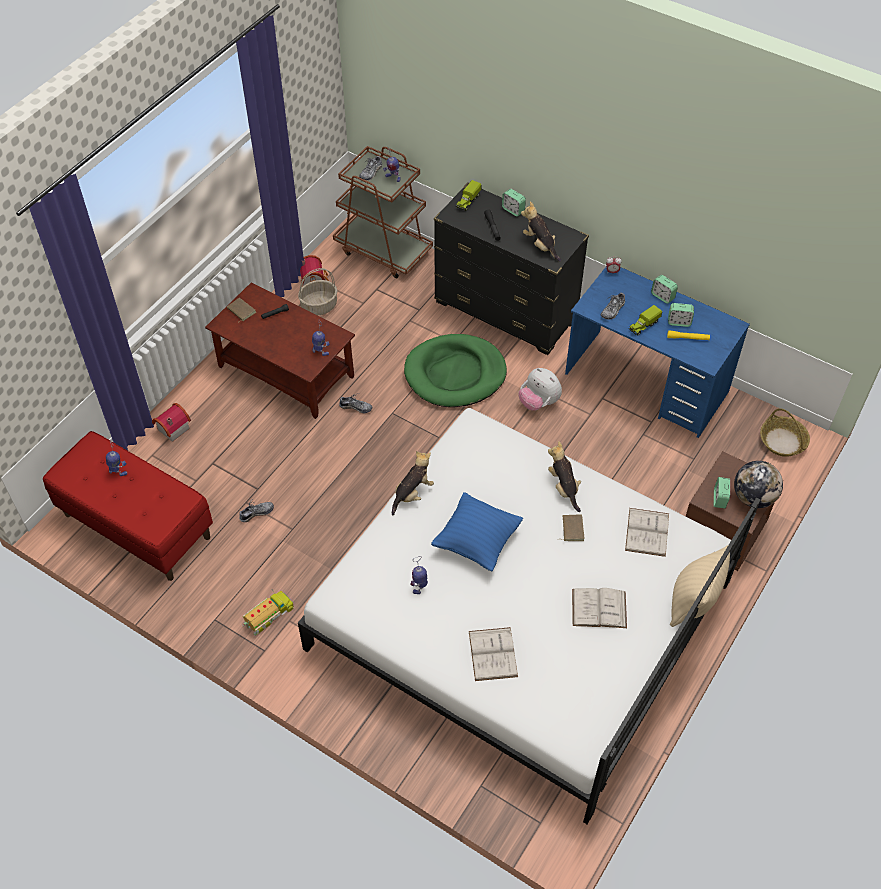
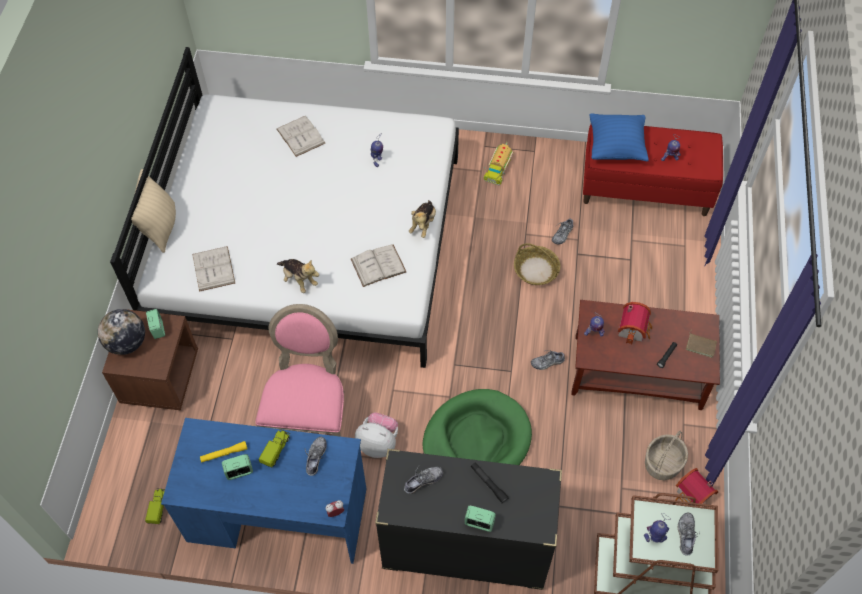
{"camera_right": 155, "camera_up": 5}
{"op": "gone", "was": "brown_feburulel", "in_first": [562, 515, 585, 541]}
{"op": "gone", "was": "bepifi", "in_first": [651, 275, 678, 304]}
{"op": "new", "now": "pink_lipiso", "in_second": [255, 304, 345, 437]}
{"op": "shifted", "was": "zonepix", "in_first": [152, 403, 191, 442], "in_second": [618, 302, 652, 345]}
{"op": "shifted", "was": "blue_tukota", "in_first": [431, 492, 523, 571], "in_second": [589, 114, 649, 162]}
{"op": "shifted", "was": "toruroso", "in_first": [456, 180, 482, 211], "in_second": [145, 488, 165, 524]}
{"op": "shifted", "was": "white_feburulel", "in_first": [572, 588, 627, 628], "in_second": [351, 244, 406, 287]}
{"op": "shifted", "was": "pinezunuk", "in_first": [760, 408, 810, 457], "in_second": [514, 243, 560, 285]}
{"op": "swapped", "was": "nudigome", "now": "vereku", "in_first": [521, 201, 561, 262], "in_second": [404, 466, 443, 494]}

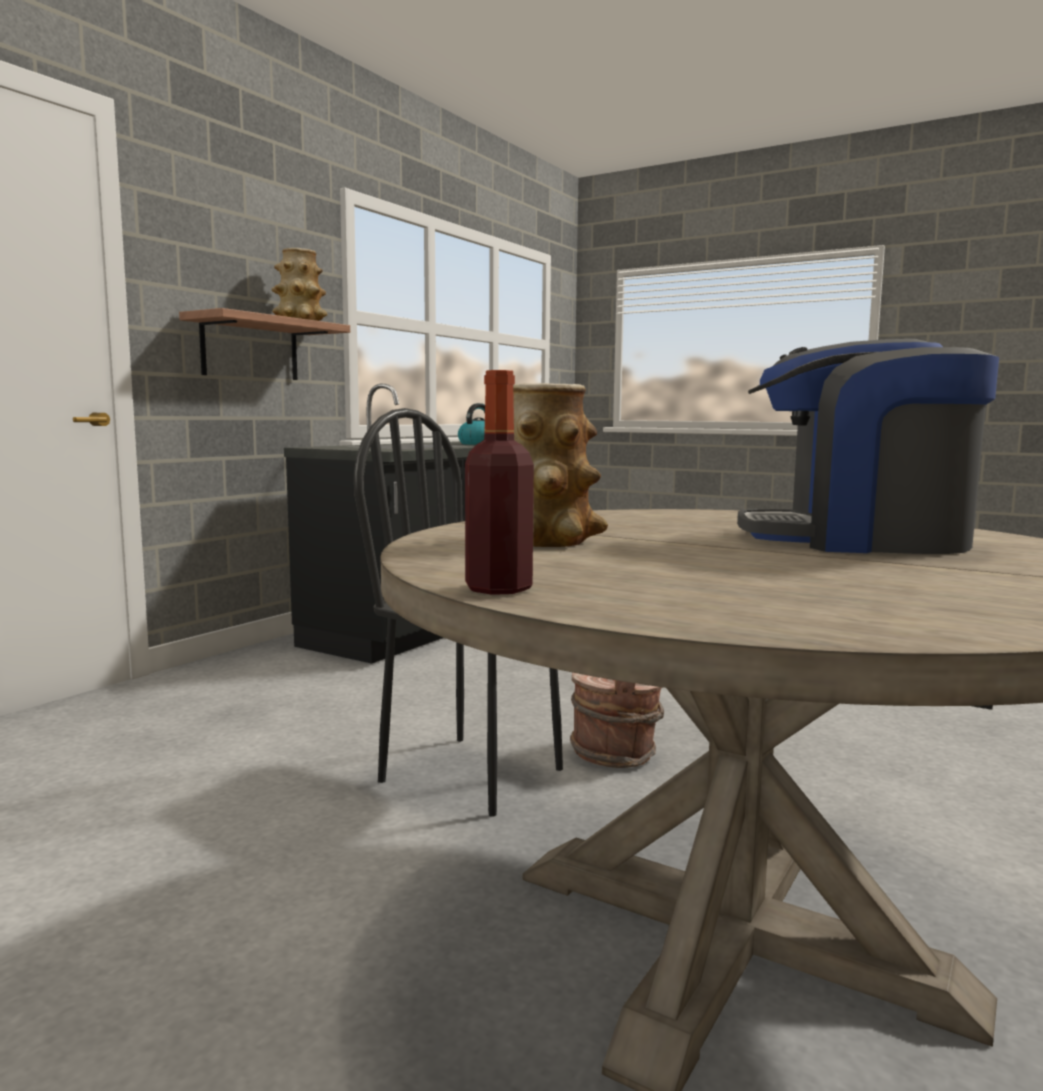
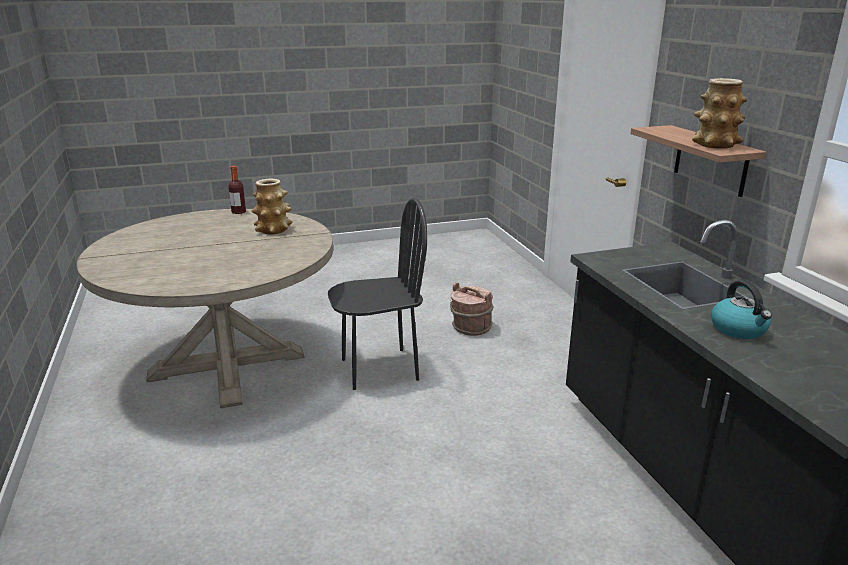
{"camera_right": 130, "camera_up": 15}
{"op": "gone", "was": "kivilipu", "in_first": [737, 339, 999, 554]}
{"op": "shifted", "was": "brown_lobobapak", "in_first": [570, 673, 664, 768], "in_second": [450, 282, 493, 336]}

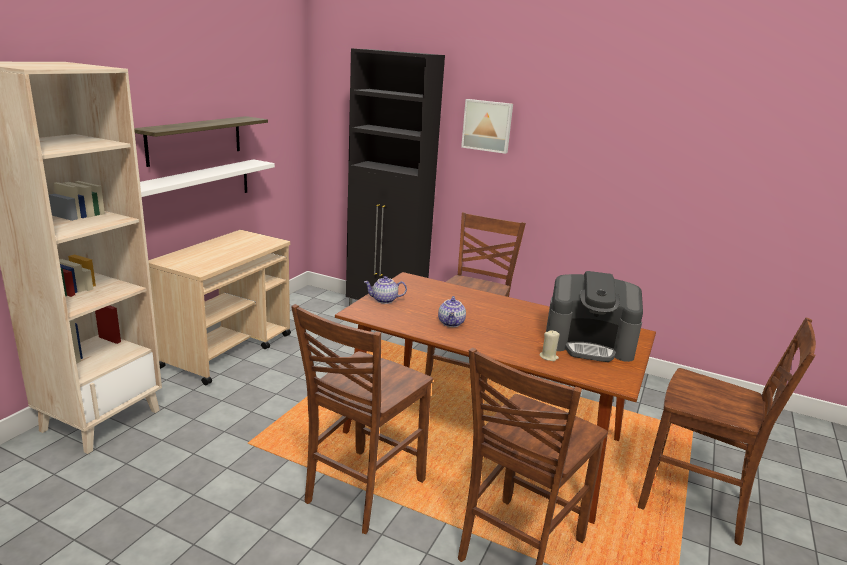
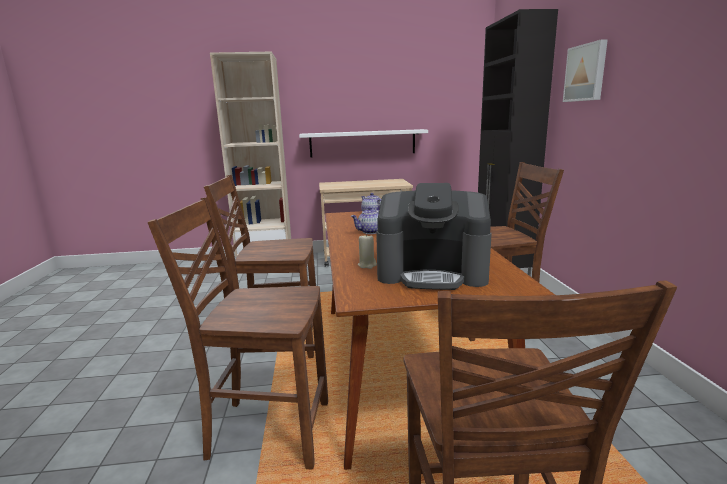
{"camera_right": 60, "camera_up": -5}
{"op": "gone", "was": "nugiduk", "in_first": [134, 116, 268, 167]}
{"op": "rotated", "was": "kivilipu", "in_first": [546, 271, 643, 362], "in_second": [376, 183, 492, 290], "clockwise": -60}

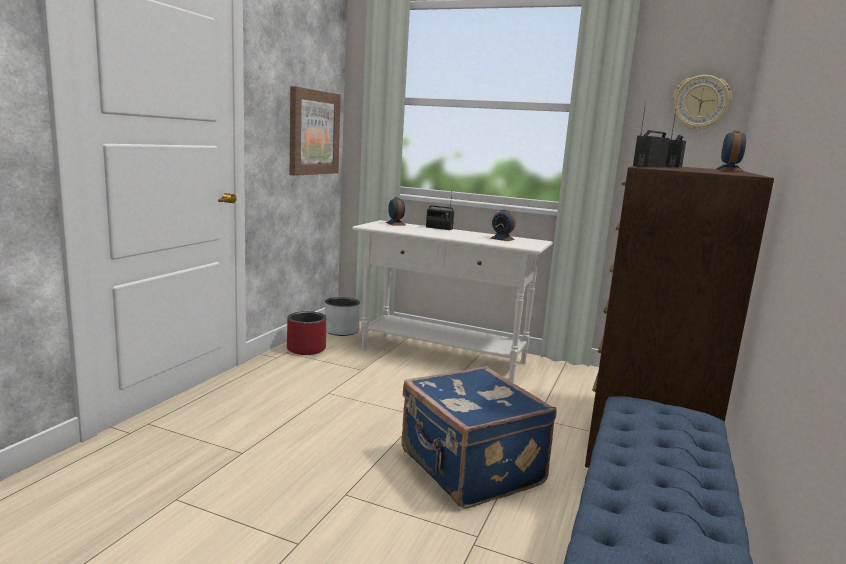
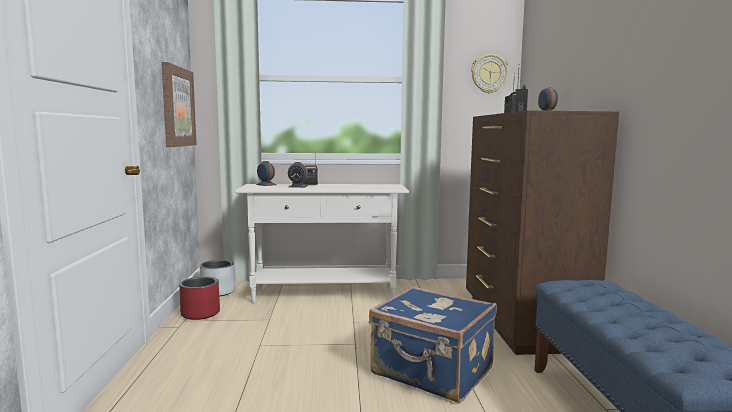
{"camera_right": -25, "camera_up": -5}
{"op": "shifted", "was": "bepifi", "in_first": [490, 210, 516, 241], "in_second": [288, 162, 308, 188]}

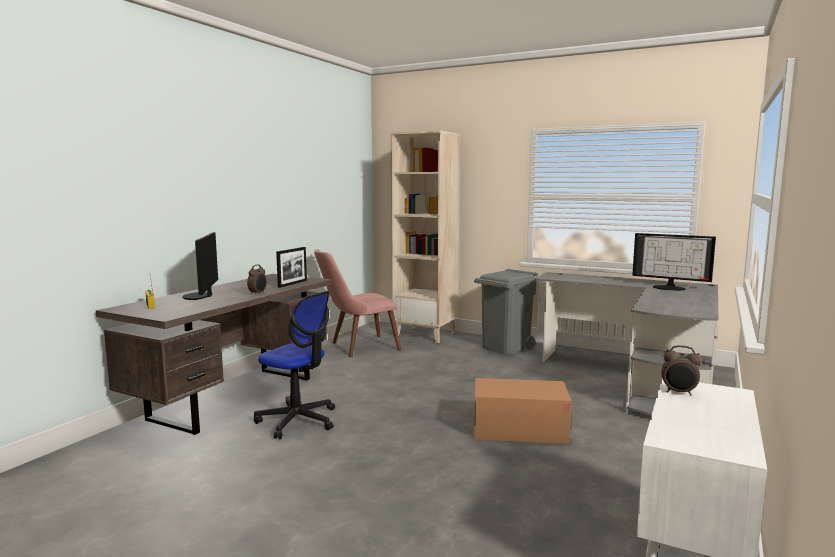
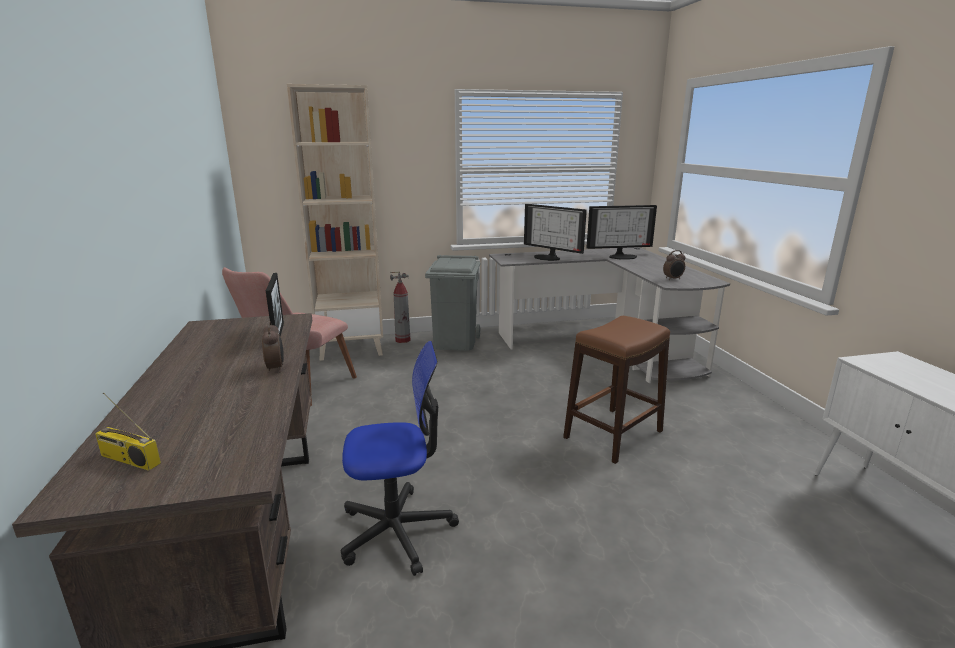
{"camera_right": -40, "camera_up": 10}
{"op": "new", "now": "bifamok", "in_second": [390, 272, 411, 343]}
{"op": "shifted", "was": "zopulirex", "in_first": [182, 232, 218, 300], "in_second": [524, 204, 587, 261]}
{"op": "shifted", "was": "bepifi", "in_first": [661, 345, 702, 396], "in_second": [663, 250, 686, 280]}
{"op": "swapped", "was": "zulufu", "now": "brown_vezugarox", "in_first": [474, 378, 572, 444], "in_second": [563, 316, 670, 464]}

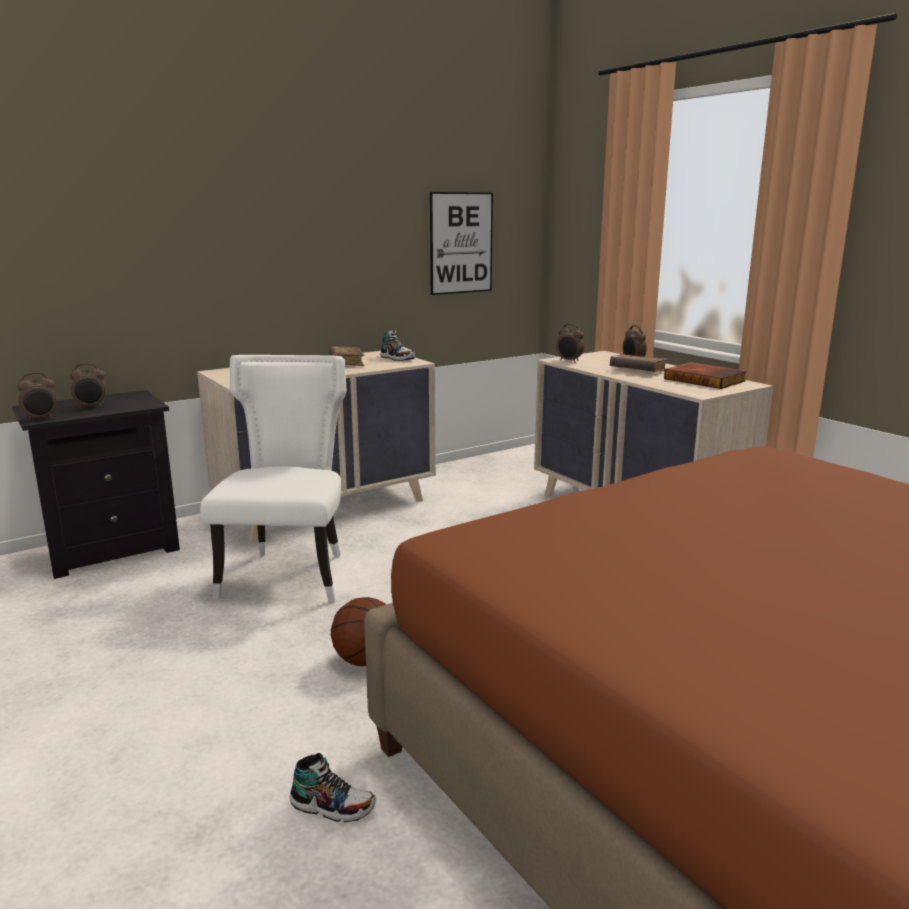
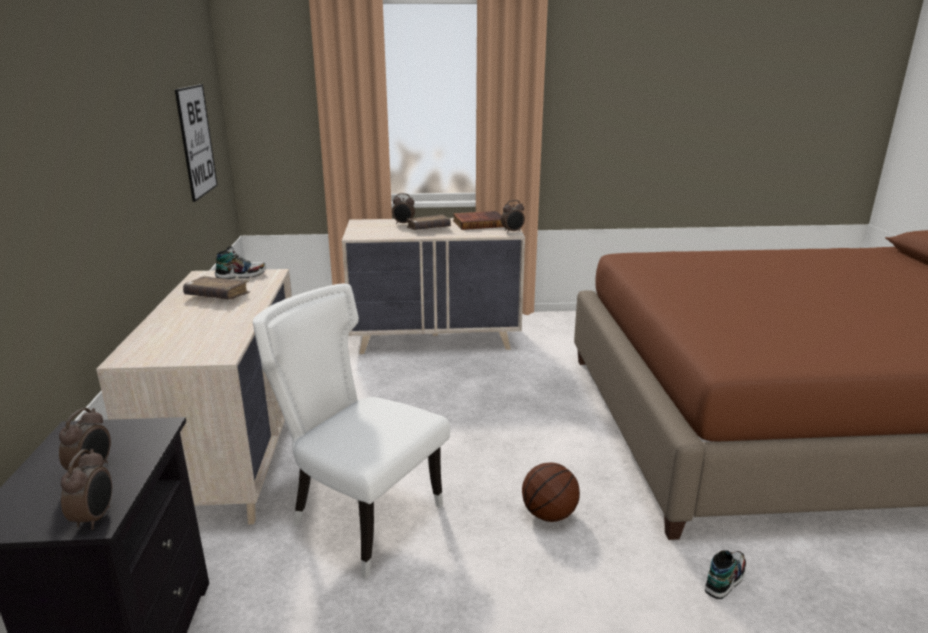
{"camera_right": -60, "camera_up": 5}
{"op": "shifted", "was": "bepifi", "in_first": [556, 324, 584, 362], "in_second": [501, 200, 525, 233]}

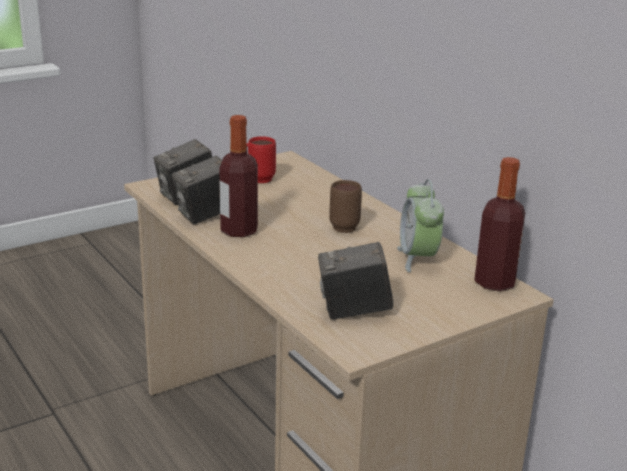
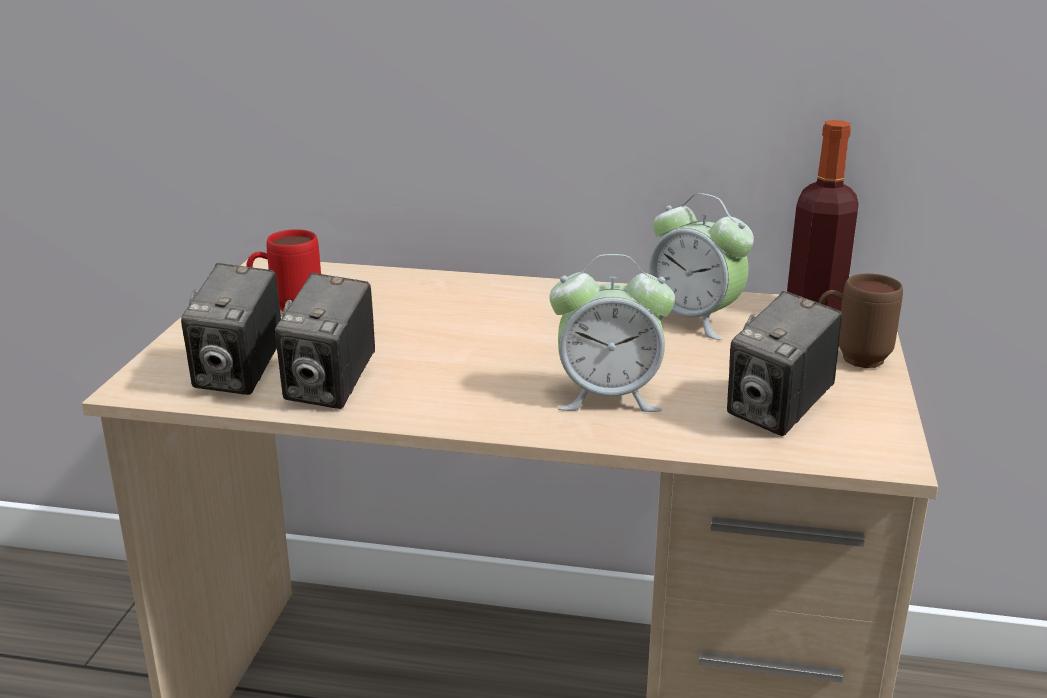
{"camera_right": -45, "camera_up": 0}
{"op": "gone", "was": "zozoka", "in_first": [219, 115, 258, 237]}
{"op": "new", "now": "bepifi", "in_second": [549, 254, 675, 412]}
{"op": "shifted", "was": "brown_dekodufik", "in_first": [329, 180, 362, 233], "in_second": [818, 273, 903, 368]}

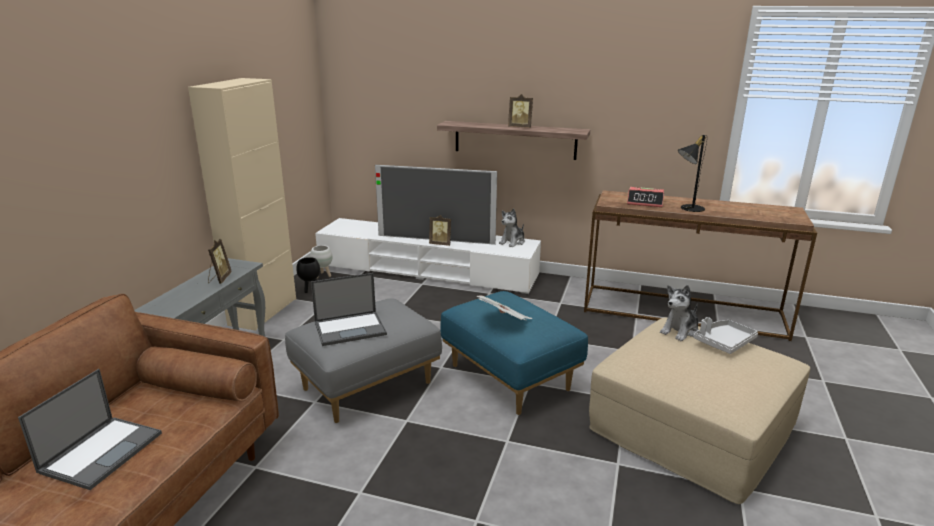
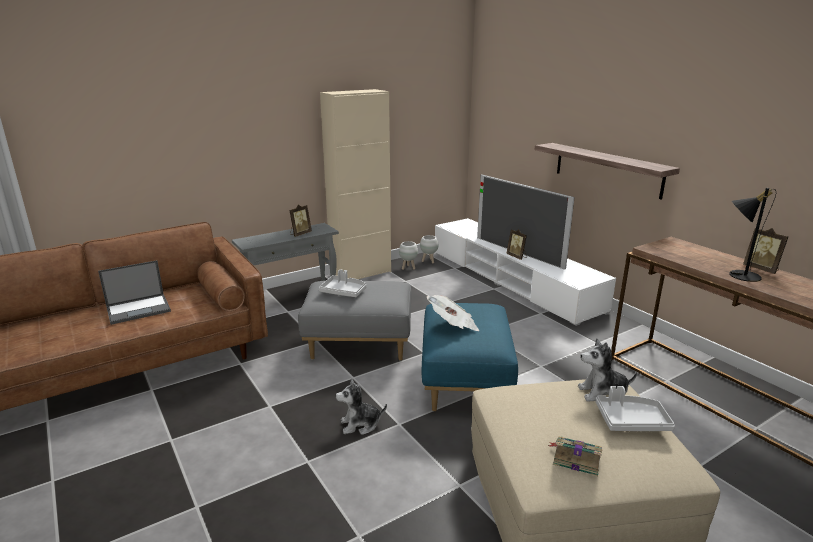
{"camera_right": 40, "camera_up": 0}
{"op": "gone", "was": "bepifi", "in_first": [627, 187, 664, 207]}
{"op": "new", "now": "feburulel", "in_second": [548, 436, 602, 476]}
{"op": "shifted", "was": "nudigome", "in_first": [499, 208, 525, 247], "in_second": [336, 378, 387, 435]}
{"op": "shifted", "was": "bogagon", "in_first": [508, 94, 533, 128], "in_second": [743, 228, 788, 274]}
{"op": "swapped", "was": "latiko", "now": "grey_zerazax", "in_first": [311, 273, 387, 346], "in_second": [319, 269, 366, 297]}
{"op": "repainted", "was": "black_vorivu", "now": "white_vorivu", "in_first": [296, 257, 320, 293], "in_second": [399, 241, 418, 270]}

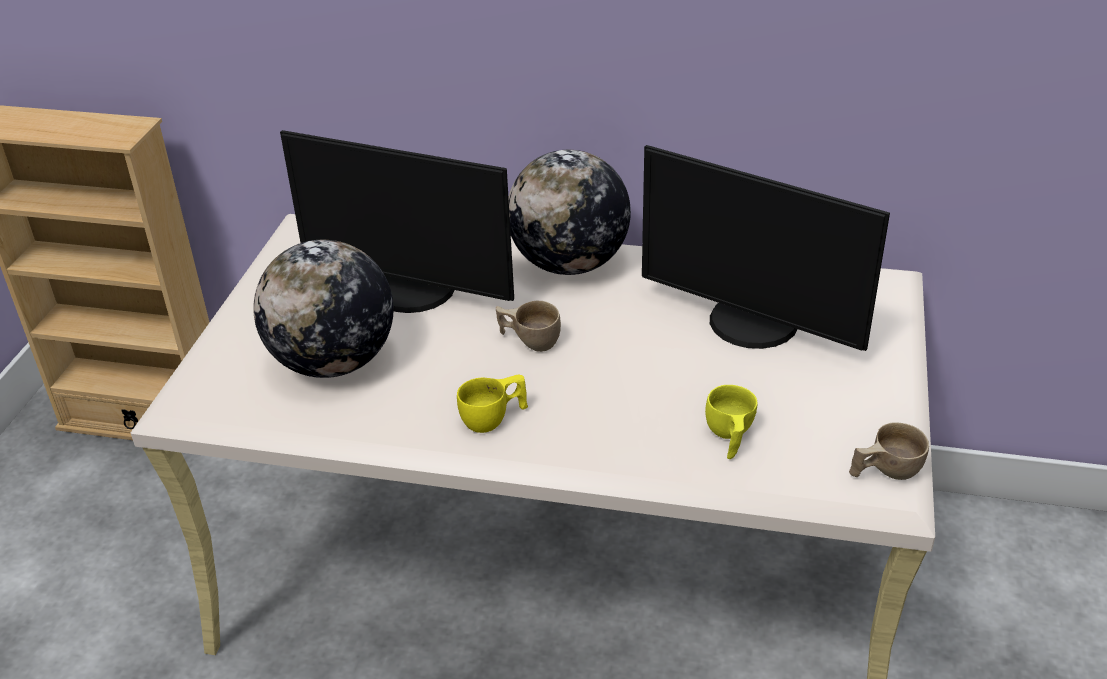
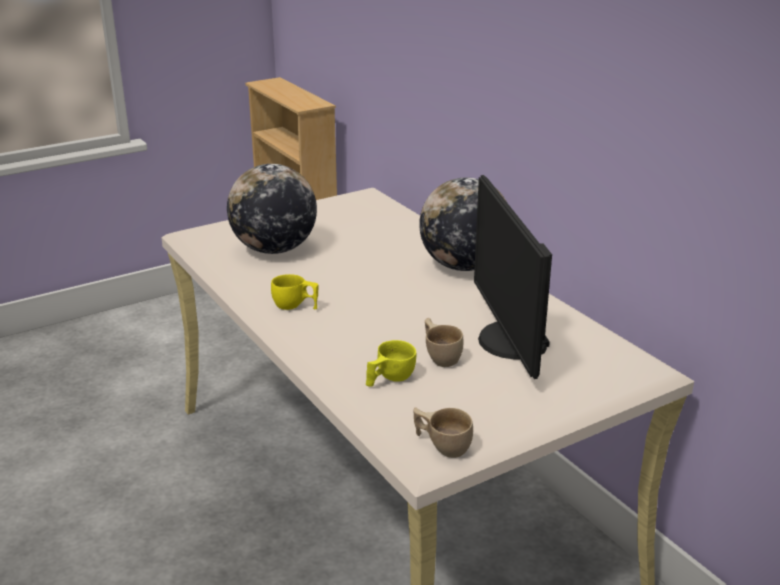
{"camera_right": 45, "camera_up": -10}
{"op": "gone", "was": "zopulirex", "in_first": [280, 130, 514, 313]}
{"op": "shifted", "was": "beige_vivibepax", "in_first": [496, 301, 561, 352], "in_second": [425, 318, 463, 367]}

